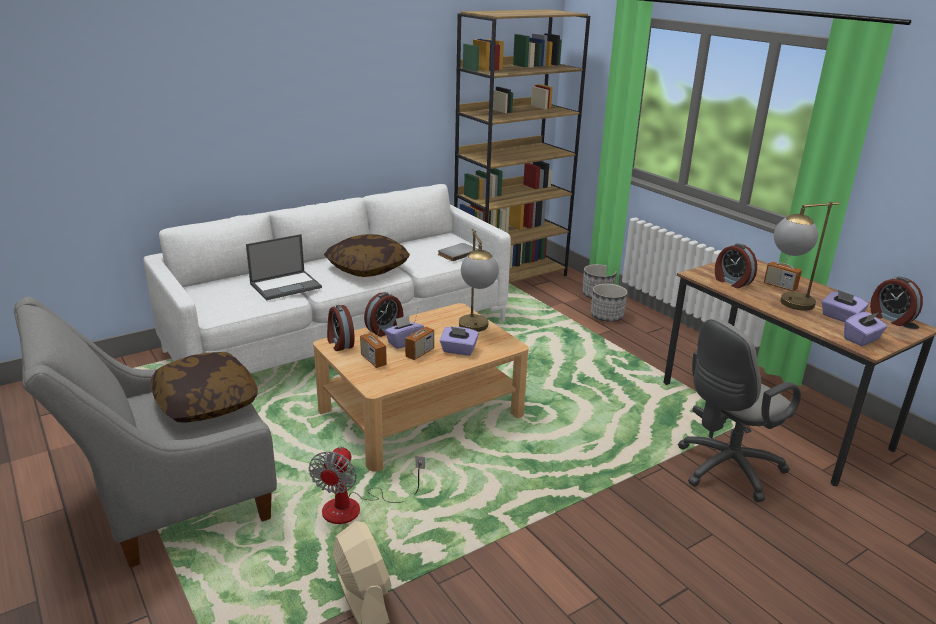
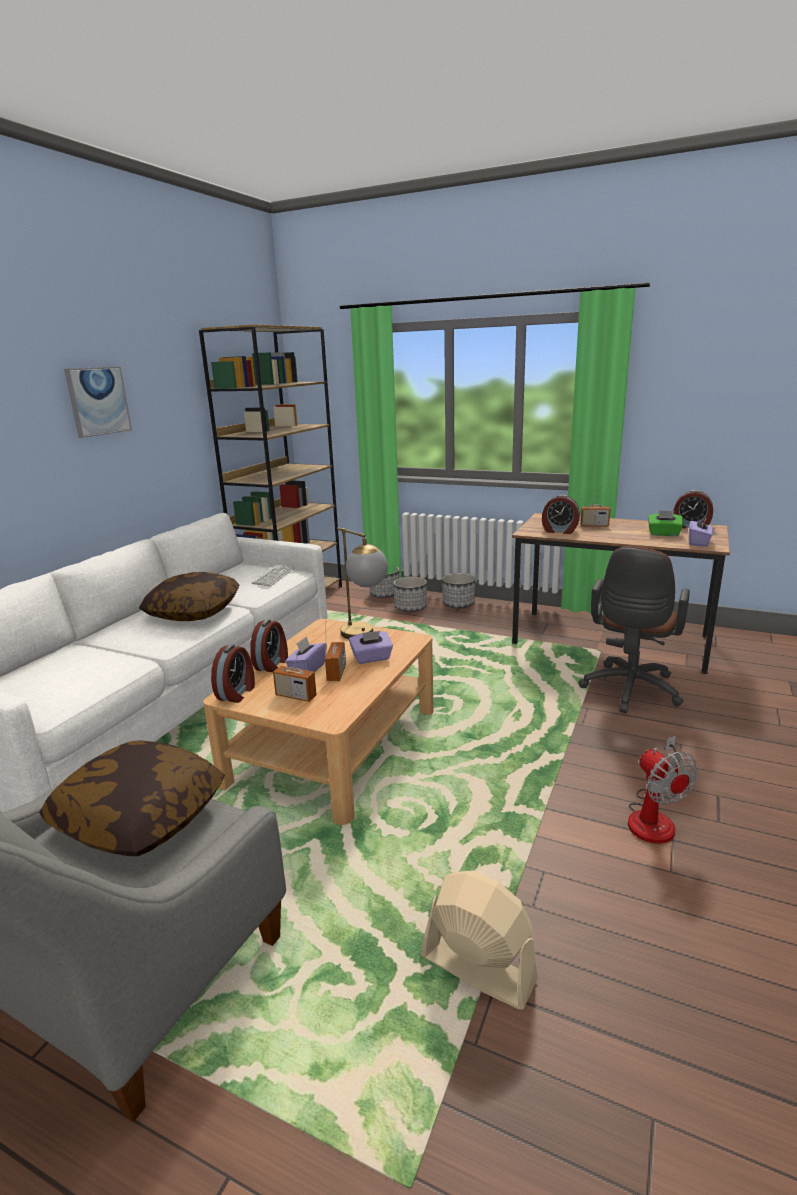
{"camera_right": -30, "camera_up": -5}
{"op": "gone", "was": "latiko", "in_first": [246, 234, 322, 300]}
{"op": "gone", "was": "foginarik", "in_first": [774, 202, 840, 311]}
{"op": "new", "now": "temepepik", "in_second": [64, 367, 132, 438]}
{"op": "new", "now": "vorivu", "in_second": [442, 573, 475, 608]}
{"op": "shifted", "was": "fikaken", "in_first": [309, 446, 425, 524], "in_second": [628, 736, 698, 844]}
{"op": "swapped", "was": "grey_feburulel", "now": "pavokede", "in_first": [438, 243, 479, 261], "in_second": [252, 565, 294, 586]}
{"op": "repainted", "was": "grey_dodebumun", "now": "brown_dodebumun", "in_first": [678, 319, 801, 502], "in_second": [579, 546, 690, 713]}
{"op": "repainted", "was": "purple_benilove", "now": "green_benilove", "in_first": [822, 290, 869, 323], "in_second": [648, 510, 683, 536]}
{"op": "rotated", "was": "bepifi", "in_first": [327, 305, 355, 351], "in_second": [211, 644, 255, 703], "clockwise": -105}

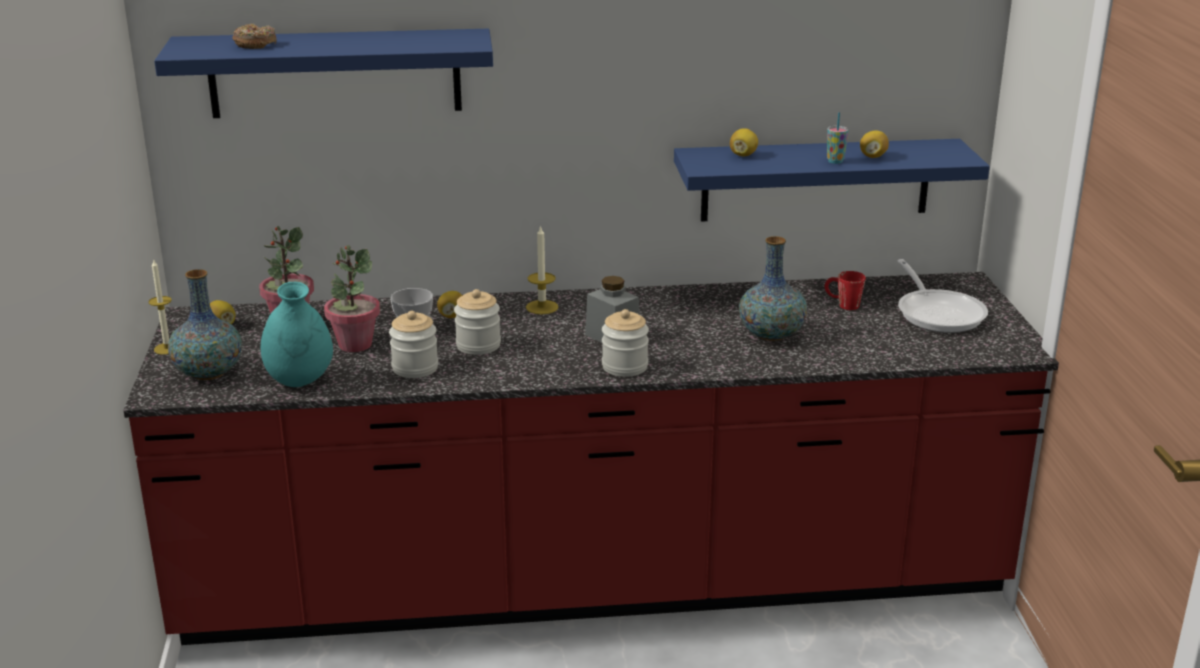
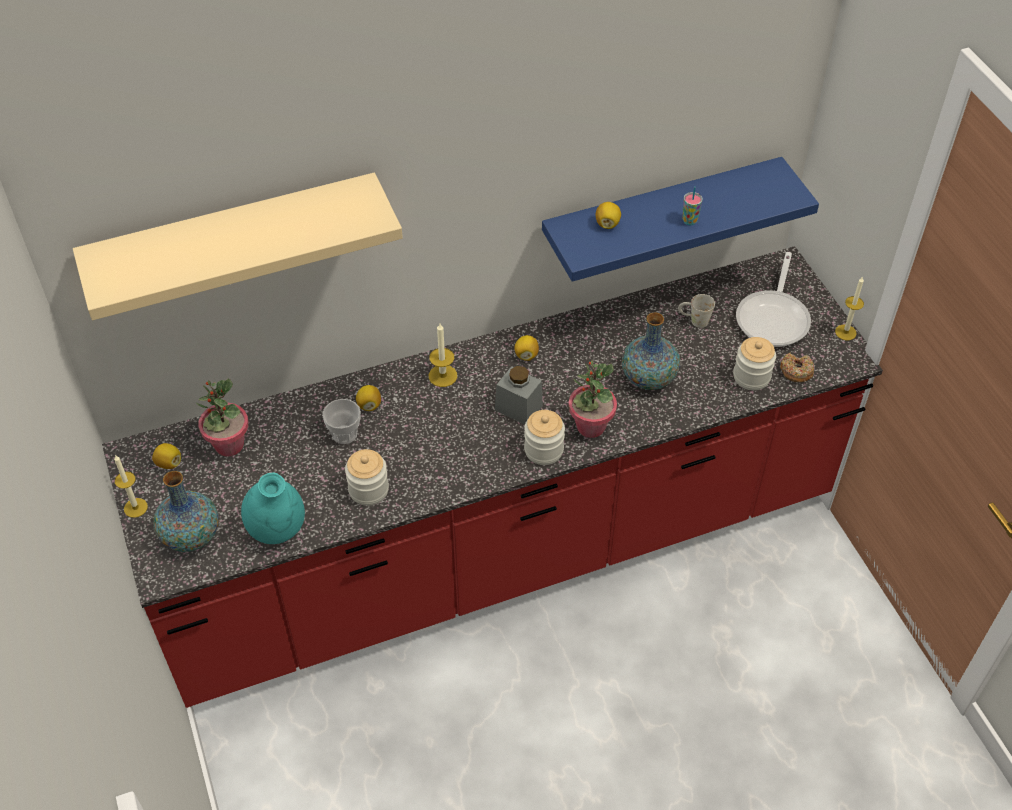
{"camera_right": -15, "camera_up": 25}
{"op": "new", "now": "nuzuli", "in_second": [835, 276, 864, 340]}
{"op": "shifted", "was": "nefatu", "in_first": [233, 24, 277, 49], "in_second": [780, 352, 814, 382]}
{"op": "shifted", "was": "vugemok", "in_first": [324, 245, 380, 352], "in_second": [568, 360, 617, 438]}
{"op": "shifted", "was": "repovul", "in_first": [454, 289, 501, 355], "in_second": [733, 337, 776, 390]}
{"op": "shifted", "was": "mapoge", "in_first": [860, 131, 889, 158], "in_second": [514, 335, 539, 361]}
{"op": "repainted", "was": "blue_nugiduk", "now": "beige_nugiduk", "in_first": [154, 29, 493, 118], "in_second": [73, 172, 403, 320]}
{"op": "repainted", "was": "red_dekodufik", "now": "white_dekodufik", "in_first": [825, 271, 866, 310], "in_second": [678, 294, 715, 328]}
{"op": "rotated", "was": "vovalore", "in_first": [897, 259, 988, 333], "in_second": [736, 252, 811, 347], "clockwise": 45}

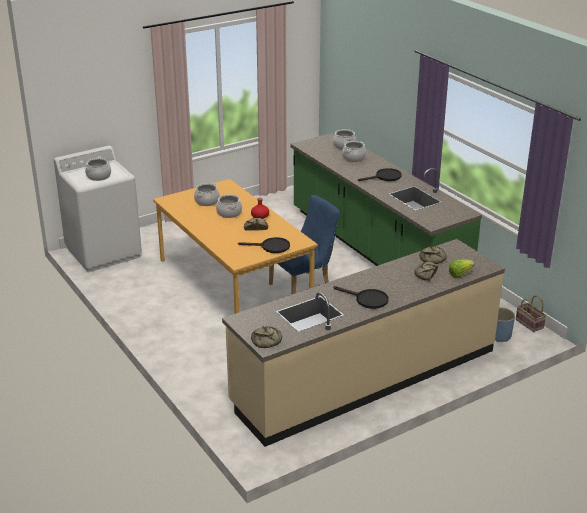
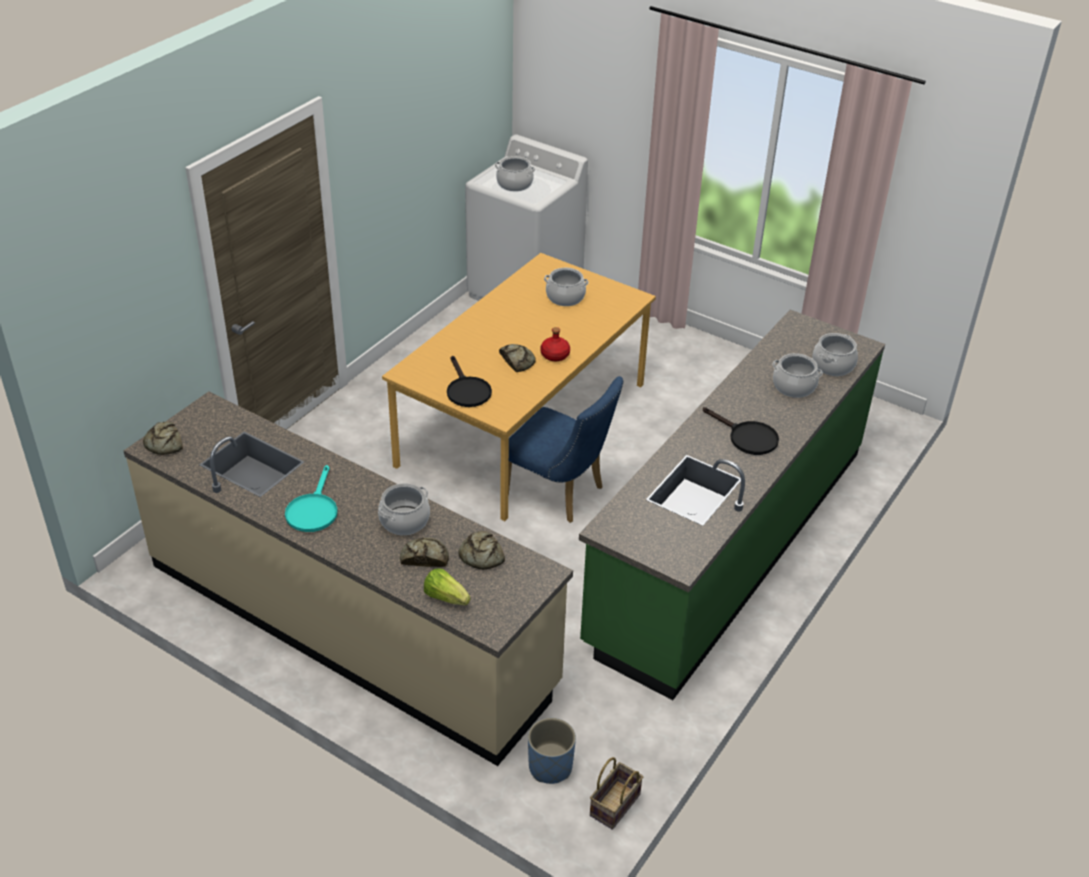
{"camera_right": 65, "camera_up": 10}
{"op": "shifted", "was": "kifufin", "in_first": [216, 194, 242, 218], "in_second": [378, 483, 430, 535]}
{"op": "repainted", "was": "black_vovalore", "now": "turquoise_vovalore", "in_first": [333, 286, 389, 309], "in_second": [285, 465, 338, 532]}

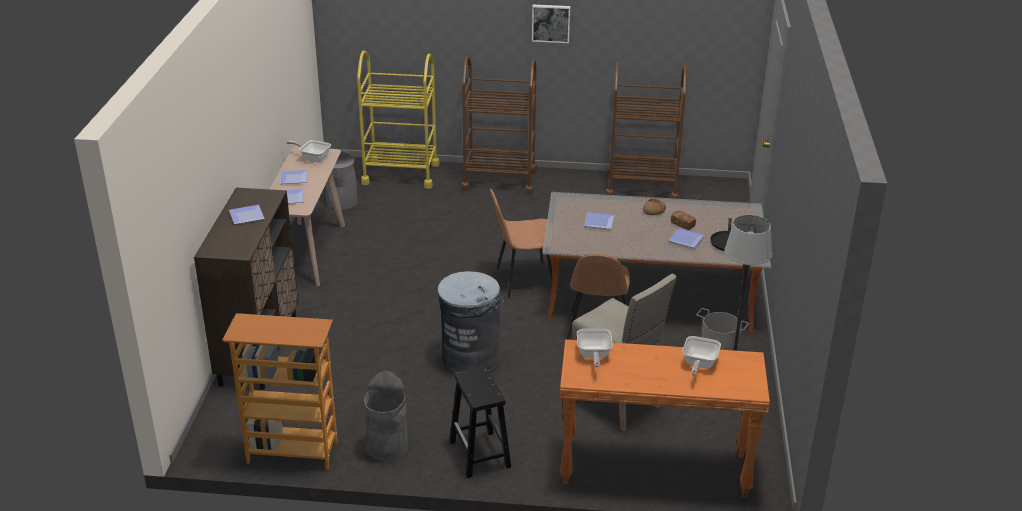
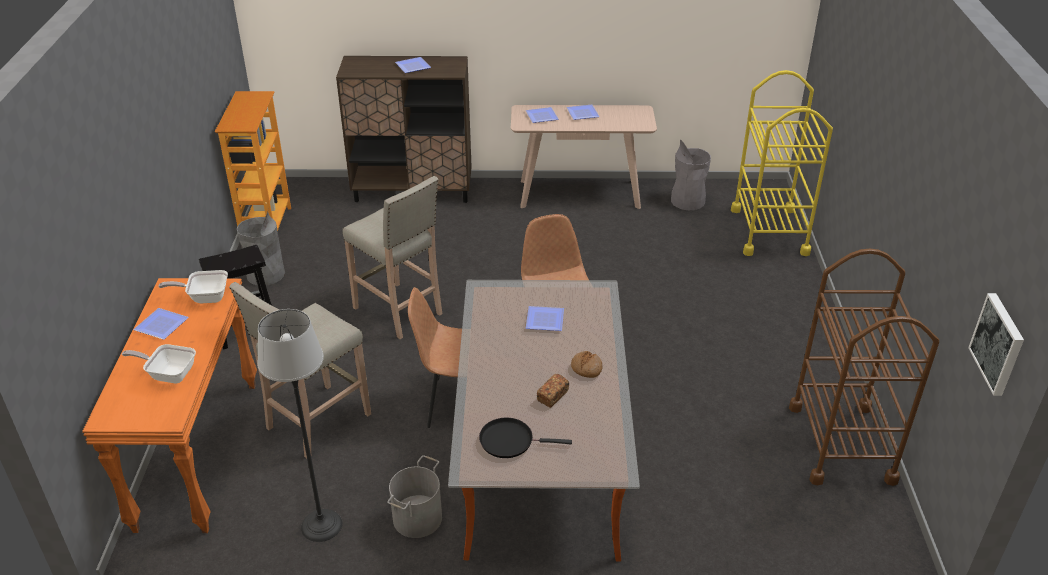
{"camera_right": 85, "camera_up": 5}
{"op": "gone", "was": "vovalore", "in_first": [286, 140, 331, 162]}
{"op": "gone", "was": "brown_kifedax", "in_first": [461, 56, 537, 195]}
{"op": "shifted", "was": "temepepik", "in_first": [532, 5, 570, 43], "in_second": [968, 293, 1024, 396]}
{"op": "shifted", "was": "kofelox", "in_first": [668, 228, 704, 248], "in_second": [133, 308, 189, 340]}
{"op": "swapped", "was": "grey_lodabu", "now": "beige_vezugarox", "in_first": [437, 271, 504, 374], "in_second": [342, 176, 443, 339]}

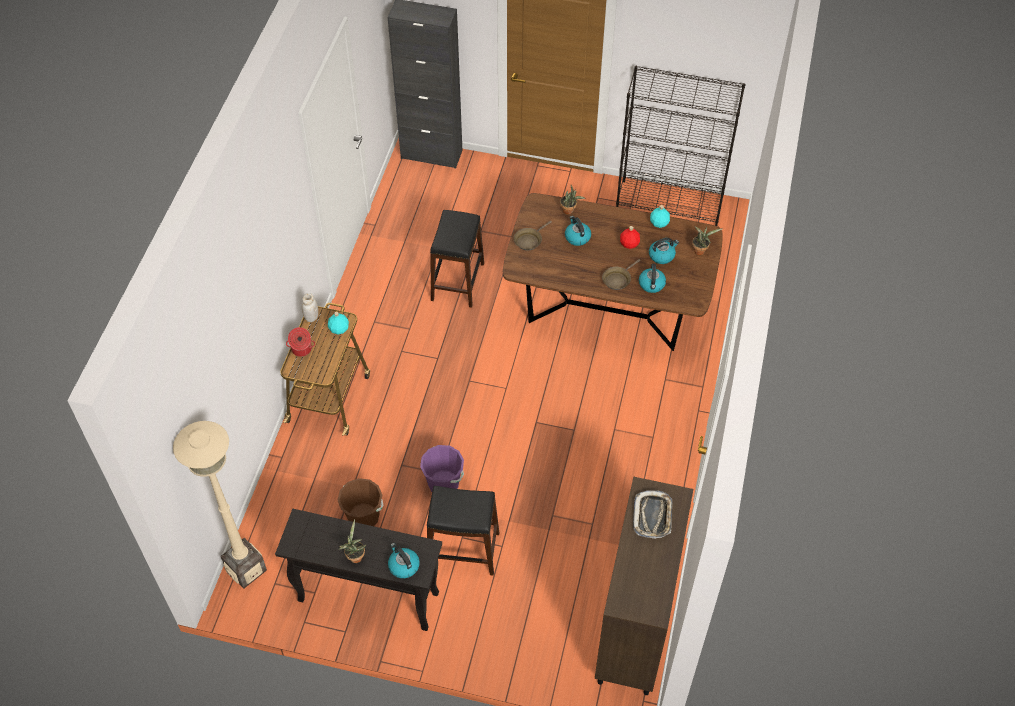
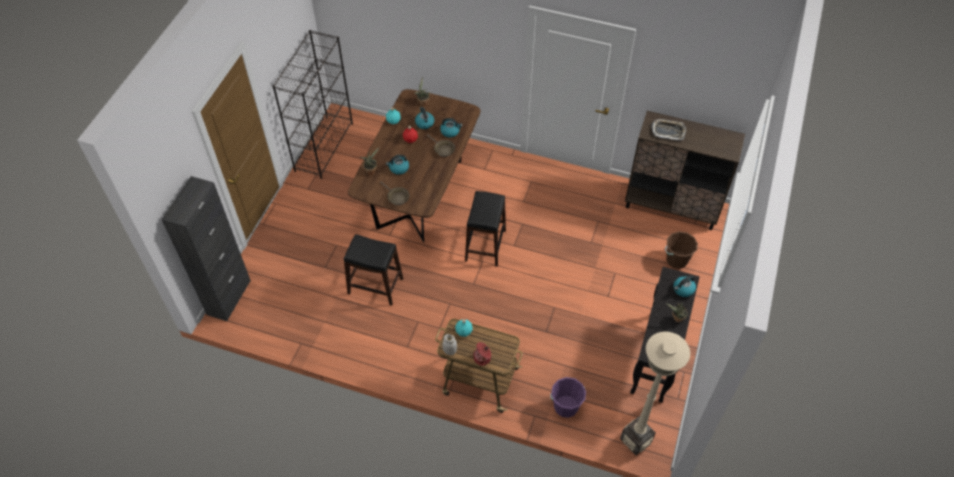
{"camera_right": -85, "camera_up": 0}
{"op": "shifted", "was": "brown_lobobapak", "in_first": [338, 478, 383, 526], "in_second": [665, 231, 698, 269]}
{"op": "shifted", "was": "purple_lobobapak", "in_first": [420, 445, 464, 492], "in_second": [550, 377, 586, 418]}
{"op": "shifted", "was": "black_vezugarox", "in_first": [427, 486, 499, 576], "in_second": [465, 191, 506, 267]}

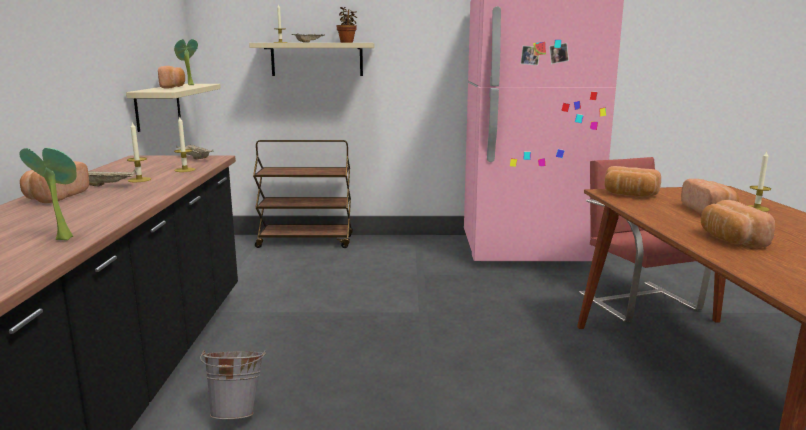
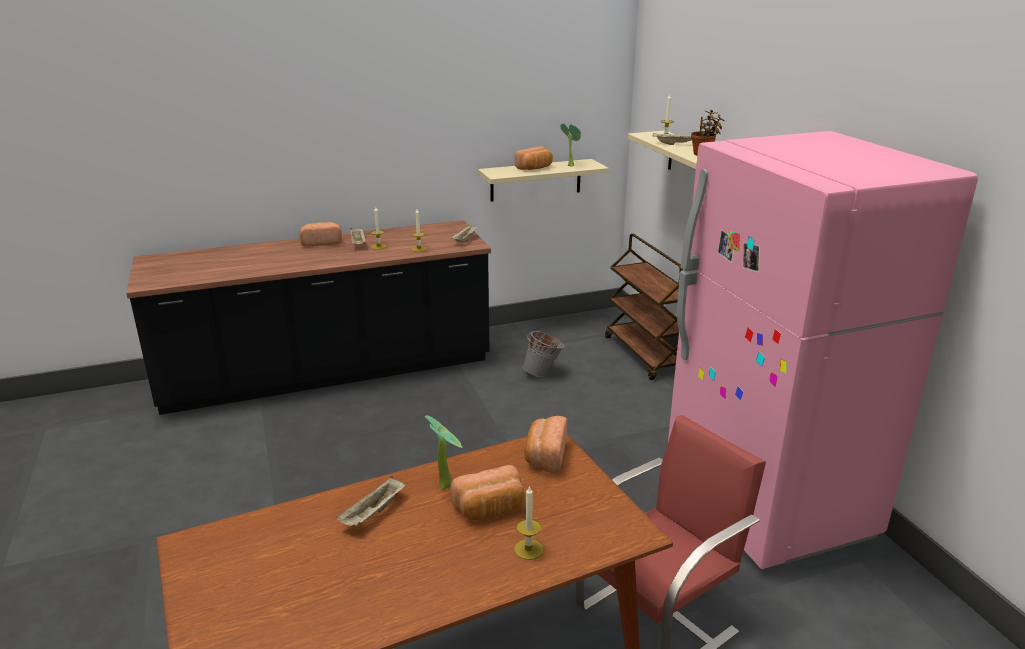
{"camera_right": 70, "camera_up": 10}
{"op": "shifted", "was": "vugemok", "in_first": [19, 148, 77, 240], "in_second": [425, 415, 463, 489]}
{"op": "shifted", "was": "grey_lobobapak", "in_first": [200, 350, 266, 419], "in_second": [523, 330, 564, 377]}
{"op": "swapped", "was": "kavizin", "now": "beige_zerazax", "in_first": [701, 200, 775, 248], "in_second": [336, 476, 405, 527]}

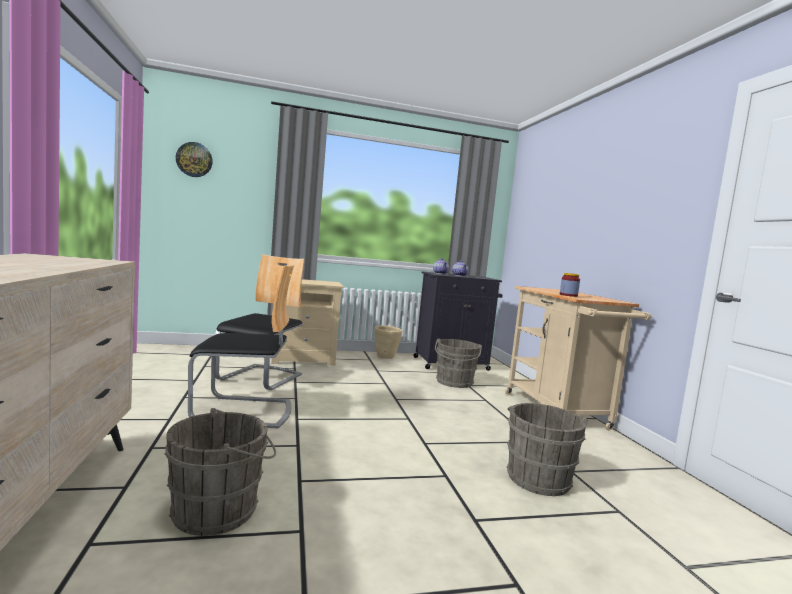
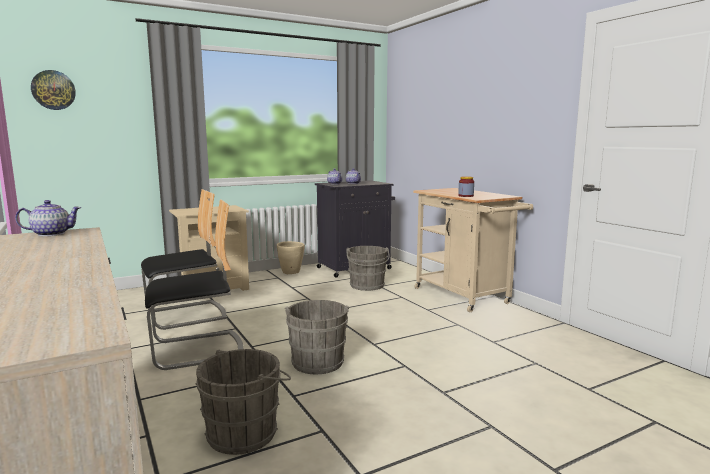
{"camera_right": -15, "camera_up": 5}
{"op": "new", "now": "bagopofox", "in_second": [15, 200, 81, 236]}
{"op": "shifted", "was": "grey_lobobapak", "in_first": [506, 403, 588, 496], "in_second": [285, 300, 349, 374]}
{"op": "rotated", "was": "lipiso", "in_first": [215, 254, 305, 390], "in_second": [141, 189, 227, 330], "clockwise": 60}

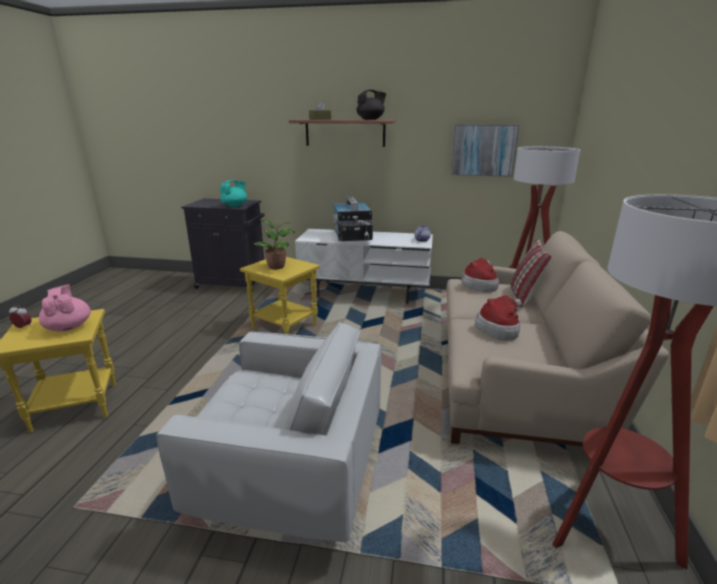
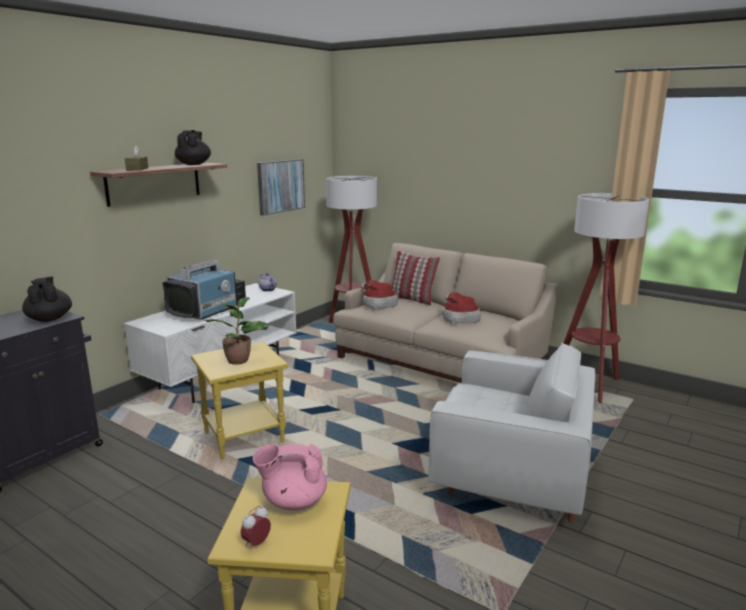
{"camera_right": -65, "camera_up": -5}
{"op": "repainted", "was": "turquoise_bagopofox", "now": "black_bagopofox", "in_first": [220, 180, 247, 207], "in_second": [22, 276, 72, 322]}
{"op": "rotated", "was": "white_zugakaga", "in_first": [156, 322, 382, 542], "in_second": [429, 343, 595, 523], "clockwise": 75}
{"op": "rotated", "was": "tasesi", "in_first": [333, 195, 373, 241], "in_second": [163, 260, 246, 320], "clockwise": -75}

